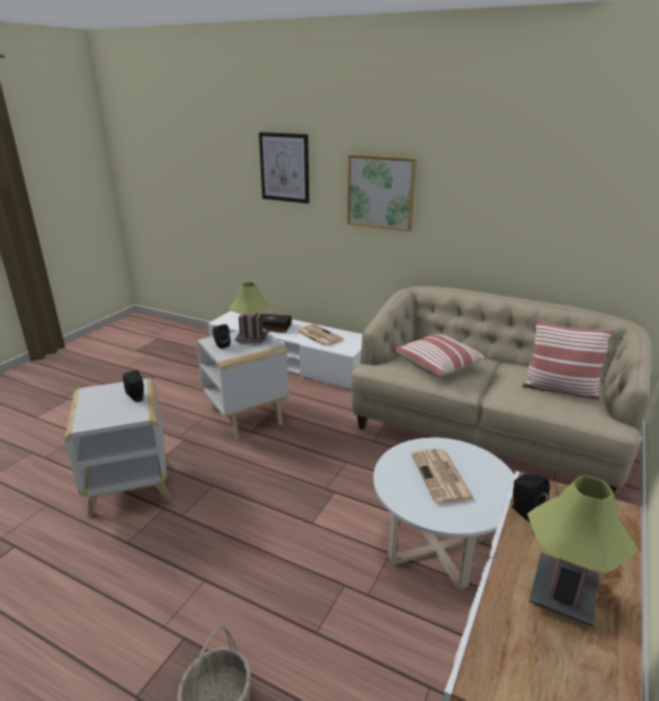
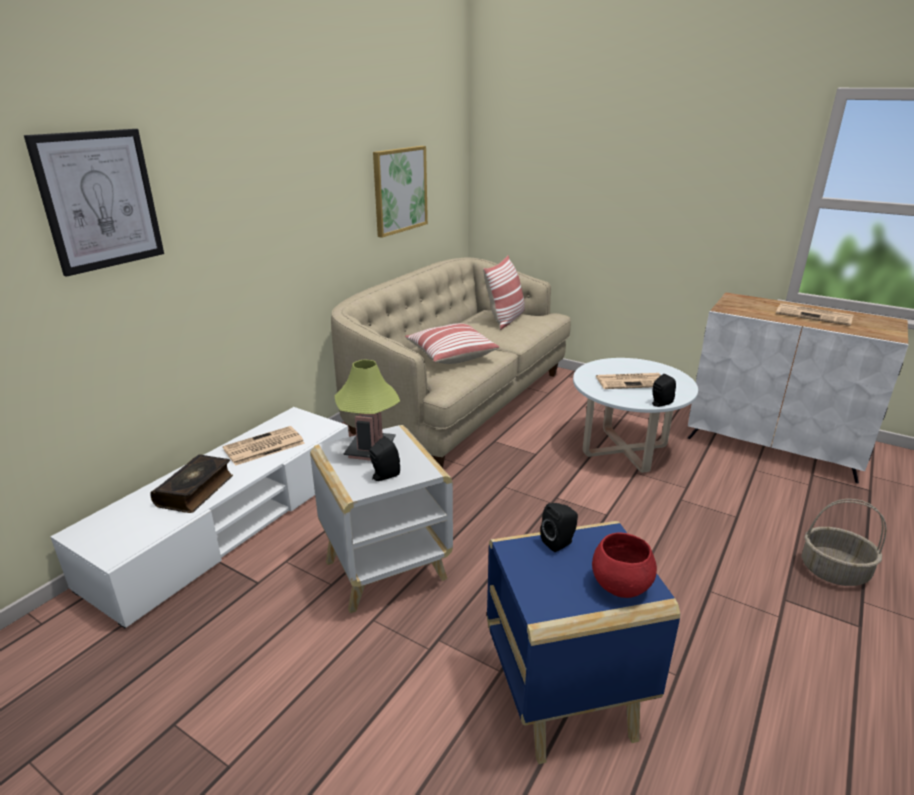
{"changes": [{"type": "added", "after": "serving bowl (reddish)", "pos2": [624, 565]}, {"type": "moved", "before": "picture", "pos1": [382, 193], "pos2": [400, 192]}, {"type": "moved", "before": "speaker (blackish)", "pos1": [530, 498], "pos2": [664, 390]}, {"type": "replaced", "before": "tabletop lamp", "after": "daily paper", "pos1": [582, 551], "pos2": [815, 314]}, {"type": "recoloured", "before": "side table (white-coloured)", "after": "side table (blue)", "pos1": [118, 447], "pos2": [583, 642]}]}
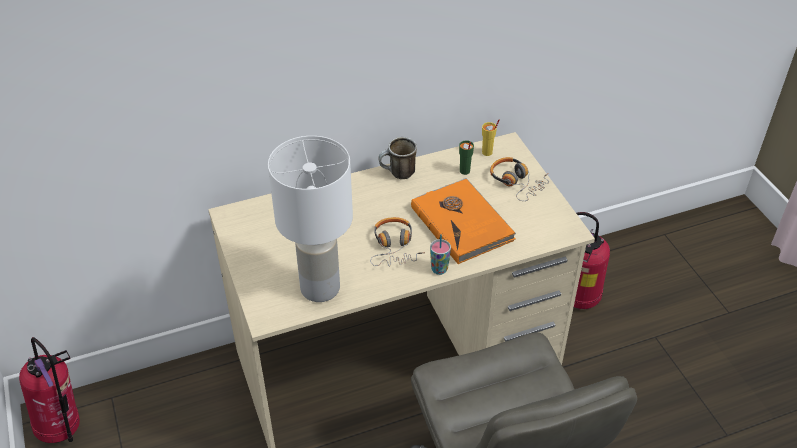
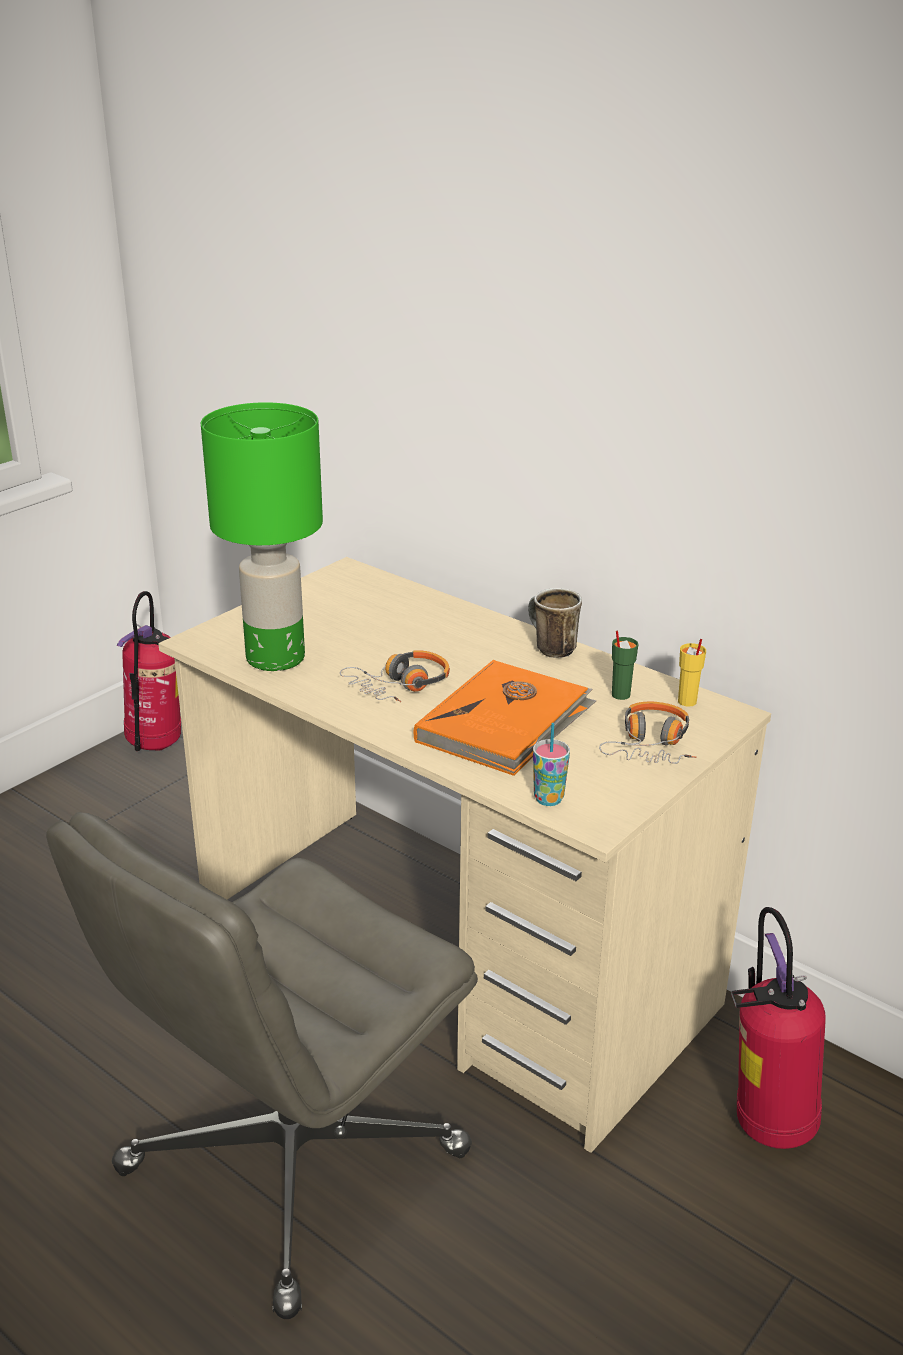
{"changes": [{"type": "moved", "before": "small cup", "pos1": [440, 254], "pos2": [551, 764]}, {"type": "recoloured", "before": "tabletop lamp (white-coloured)", "after": "tabletop lamp (green)", "pos1": [310, 219], "pos2": [262, 536]}]}
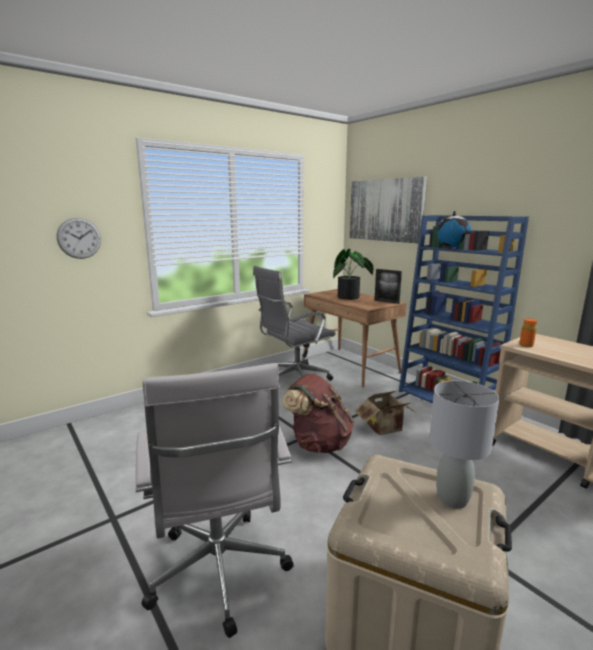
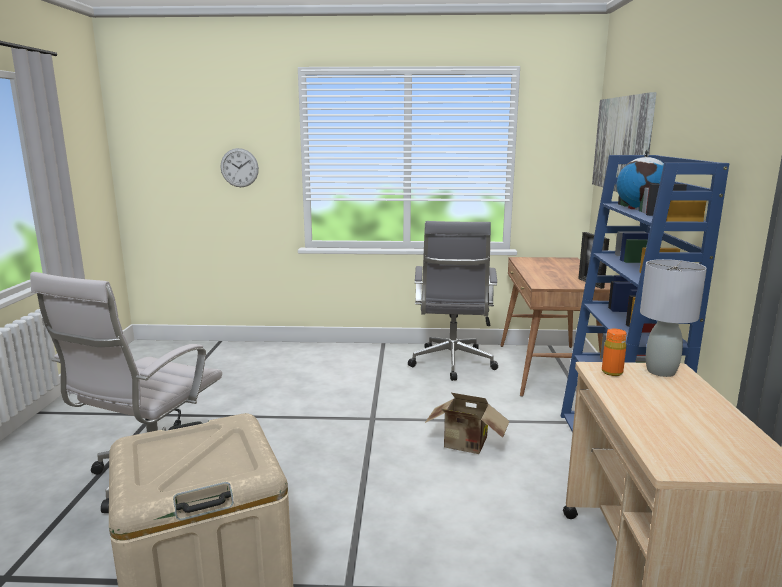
{"changes": [{"type": "removed", "before": "knapsack (brown-coloured)", "pos1": [318, 413]}, {"type": "removed", "before": "plant in a pot", "pos1": [353, 274]}, {"type": "moved", "before": "tabletop lamp (grey)", "pos1": [464, 445], "pos2": [673, 318]}, {"type": "turned", "before": "computer chair (grey)", "pos1": [294, 323], "pos2": [453, 301], "turn": -90}]}
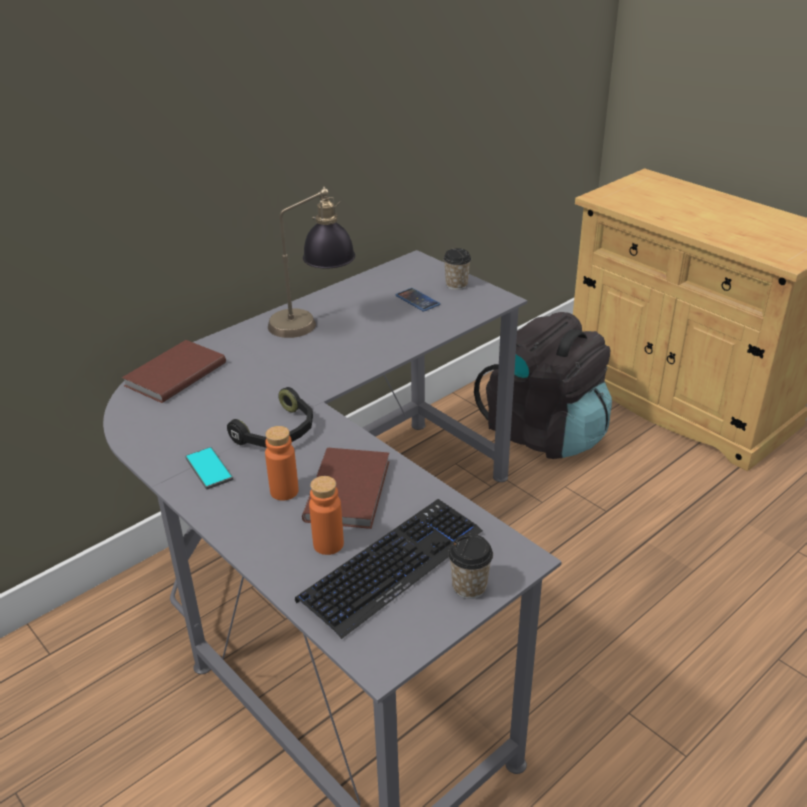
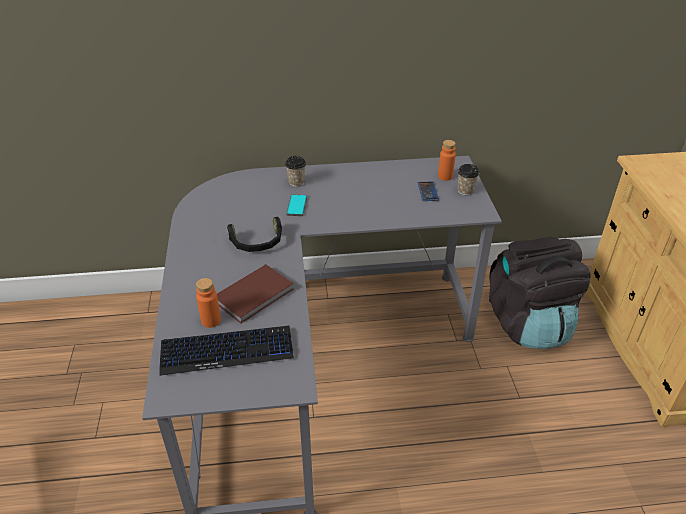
{"changes": [{"type": "removed", "before": "book (brown-coloured)", "pos1": [174, 371]}, {"type": "removed", "before": "tabletop lamp", "pos1": [311, 262]}, {"type": "moved", "before": "phone", "pos1": [209, 468], "pos2": [296, 205]}, {"type": "moved", "before": "bottle (orange-coloured)", "pos1": [282, 463], "pos2": [447, 160]}, {"type": "moved", "before": "small cup", "pos1": [470, 566], "pos2": [295, 171]}]}
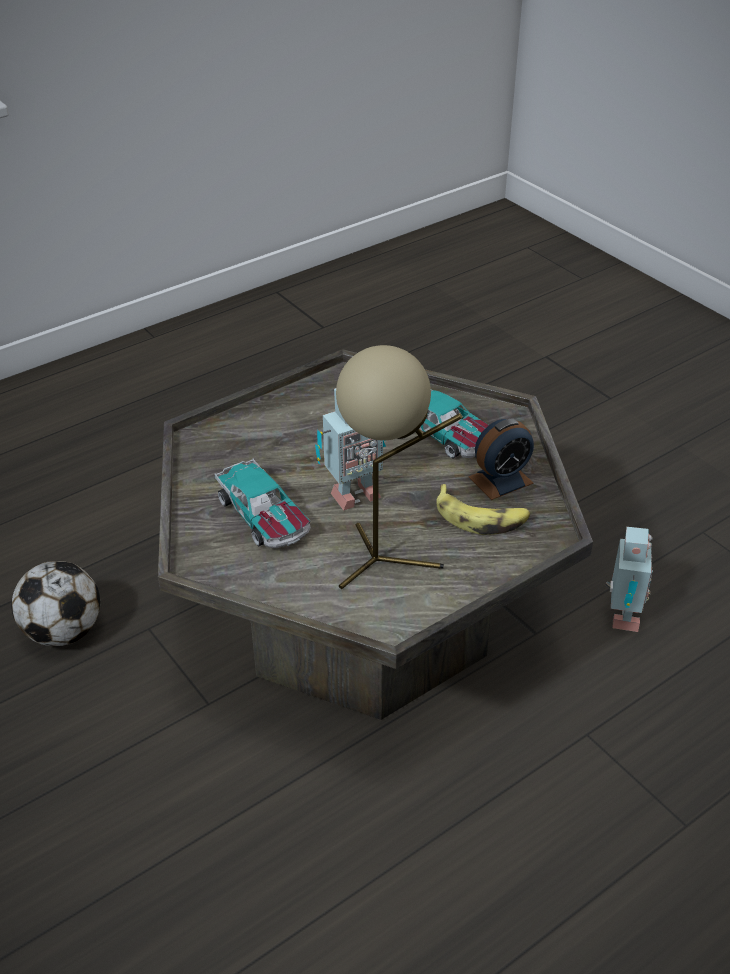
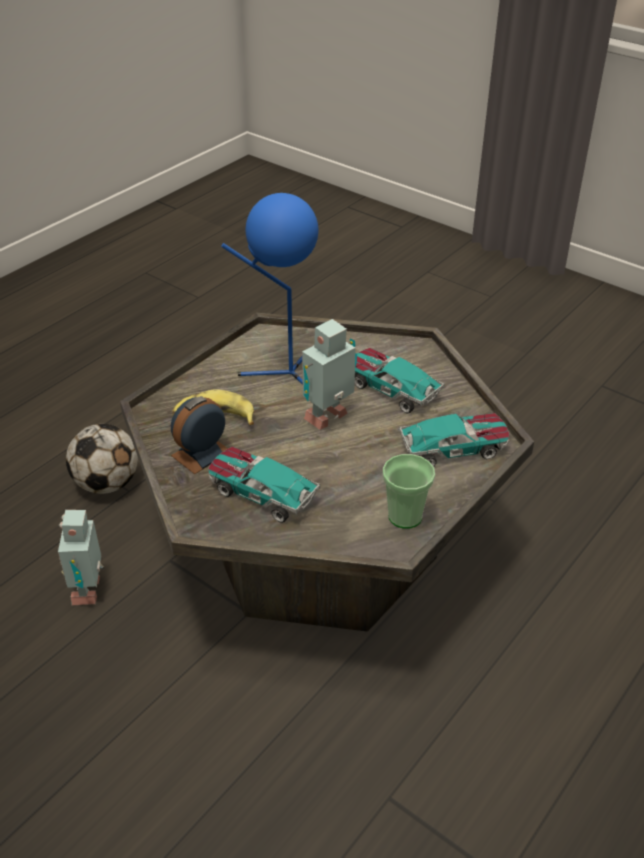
{"changes": [{"type": "added", "after": "small cup", "pos2": [409, 491]}, {"type": "added", "after": "miniature car", "pos2": [454, 440]}, {"type": "moved", "before": "football", "pos1": [55, 603], "pos2": [102, 459]}, {"type": "recoloured", "before": "tabletop lamp (beige-coloured)", "after": "tabletop lamp (blue)", "pos1": [399, 467], "pos2": [269, 289]}]}
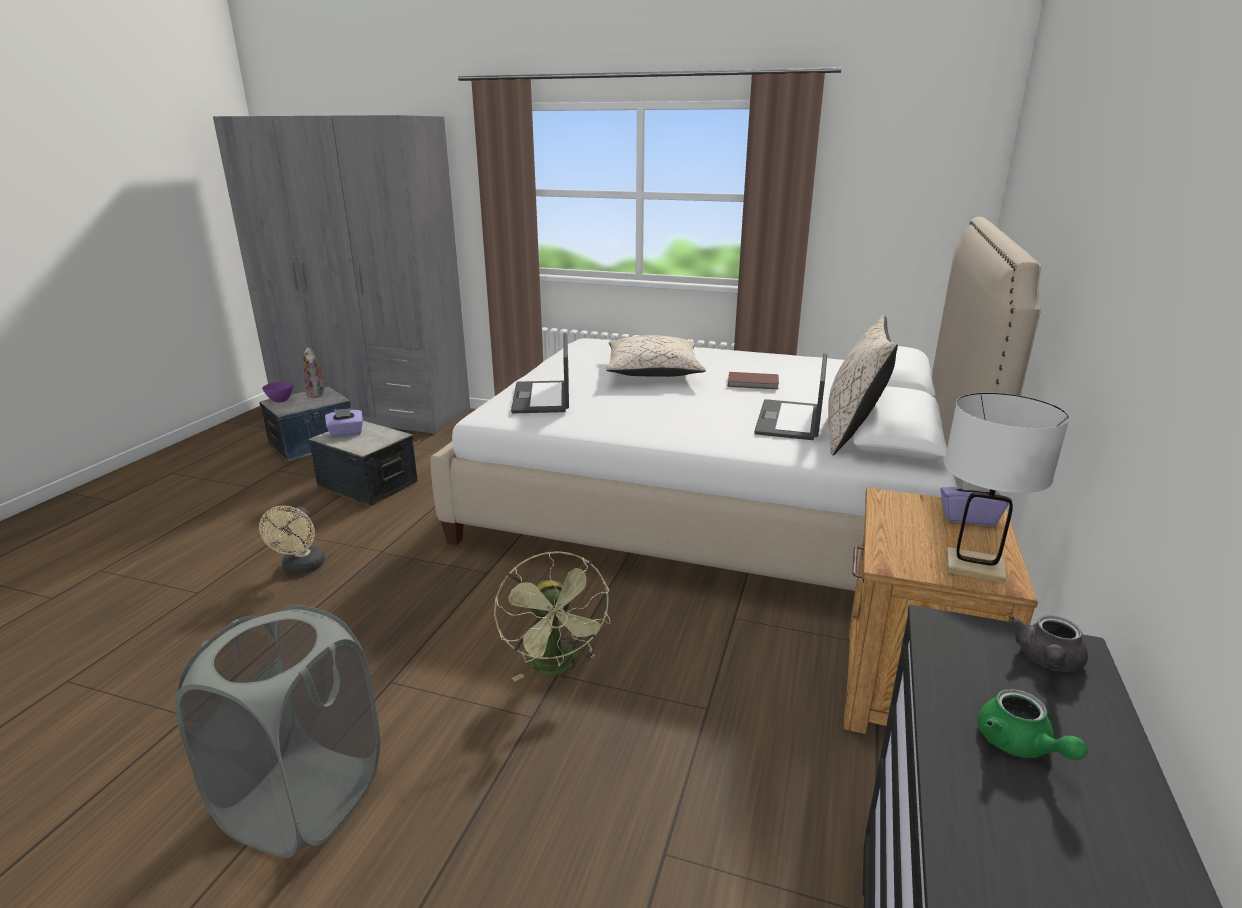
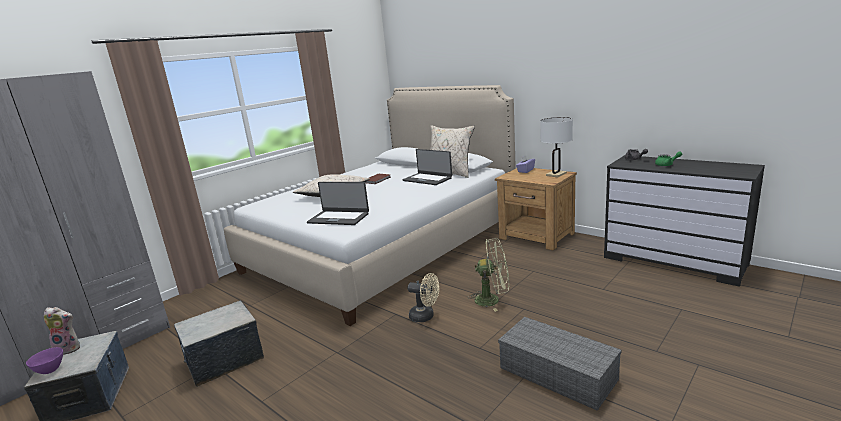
{"changes": [{"type": "removed", "before": "tissue box (purple)", "pos1": [344, 422]}, {"type": "moved", "before": "electric fan (beige-coloured)", "pos1": [292, 540], "pos2": [423, 297]}, {"type": "replaced", "before": "washing basket (grey)", "after": "storage box (grey)", "pos1": [277, 731], "pos2": [560, 364]}]}
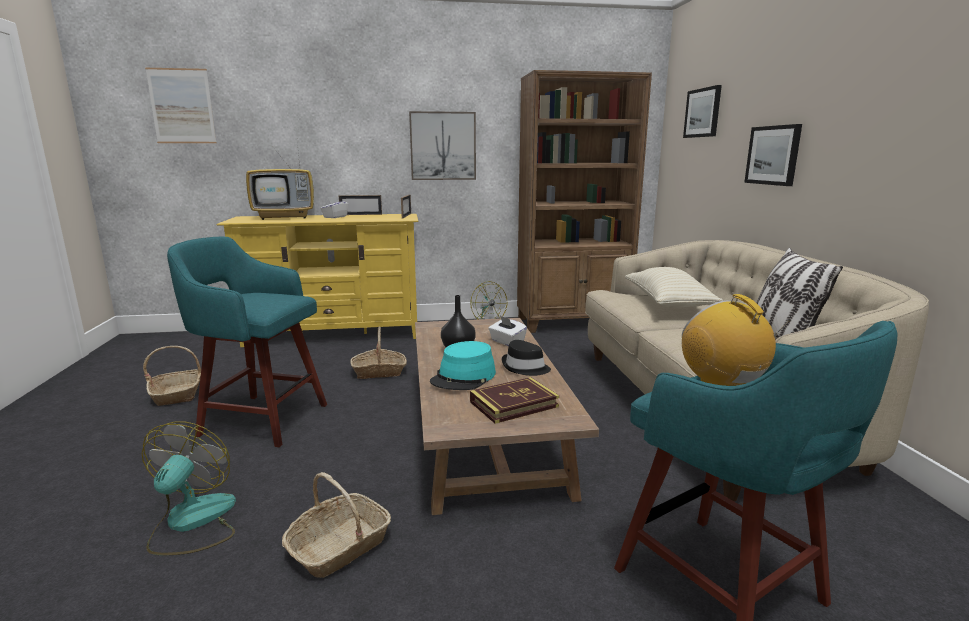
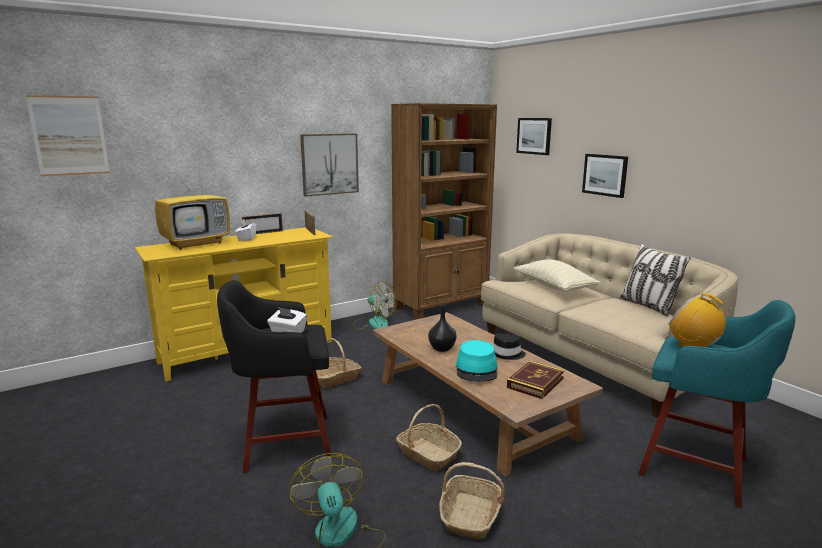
{"changes": [{"type": "moved", "before": "household basket", "pos1": [172, 376], "pos2": [429, 437]}, {"type": "moved", "before": "tissue box (white-coloured)", "pos1": [507, 331], "pos2": [287, 320]}, {"type": "recoloured", "before": "stool (turquoise)", "after": "stool (blackish)", "pos1": [247, 342], "pos2": [275, 376]}]}
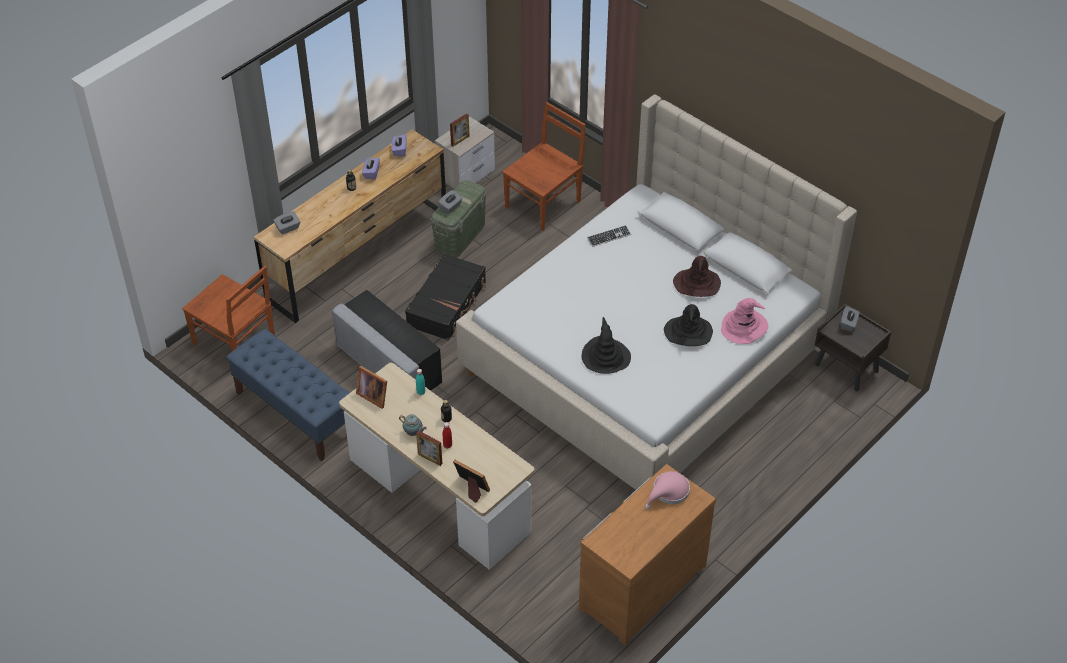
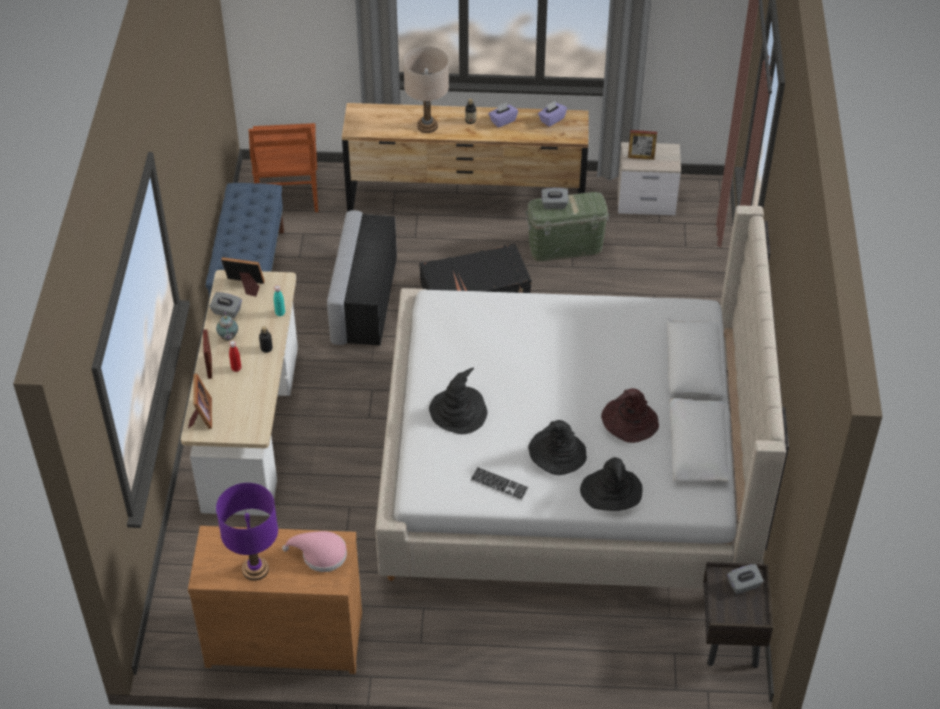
{"changes": [{"type": "removed", "before": "chair (brown-coloured)", "pos1": [544, 166]}, {"type": "added", "after": "tabletop lamp (purple)", "pos2": [247, 532]}, {"type": "added", "after": "tabletop lamp (beige-coloured)", "pos2": [426, 89]}, {"type": "moved", "before": "tissue box (grey)", "pos1": [286, 222], "pos2": [225, 305]}, {"type": "moved", "before": "PC keyboard", "pos1": [609, 236], "pos2": [499, 484]}, {"type": "recoloured", "before": "hat (pink)", "after": "hat (blackish)", "pos1": [744, 321], "pos2": [611, 484]}, {"type": "turned", "before": "standing frame", "pos1": [371, 387], "pos2": [243, 277], "turn": 105}]}
